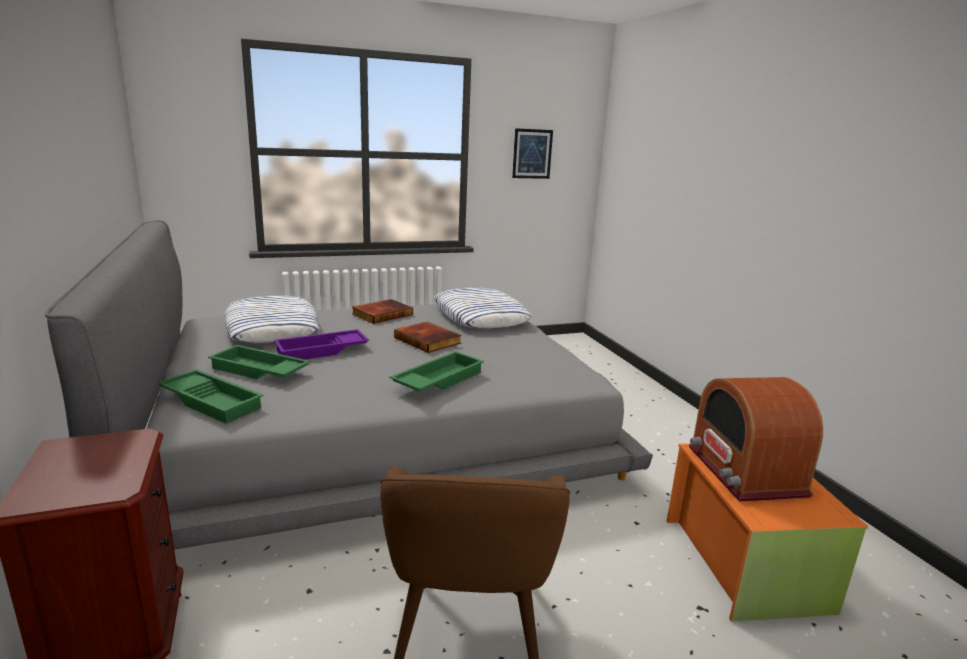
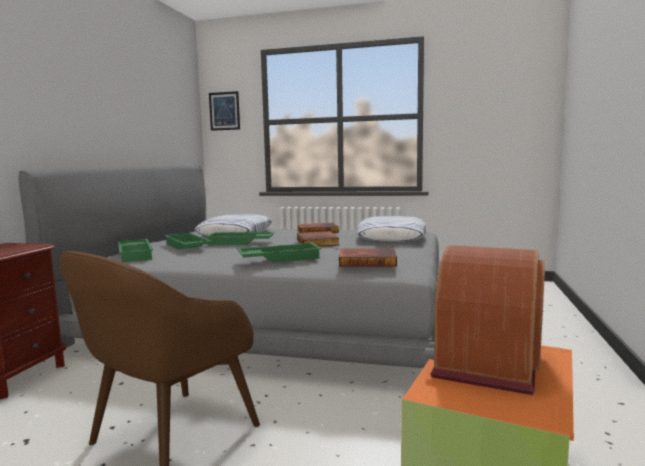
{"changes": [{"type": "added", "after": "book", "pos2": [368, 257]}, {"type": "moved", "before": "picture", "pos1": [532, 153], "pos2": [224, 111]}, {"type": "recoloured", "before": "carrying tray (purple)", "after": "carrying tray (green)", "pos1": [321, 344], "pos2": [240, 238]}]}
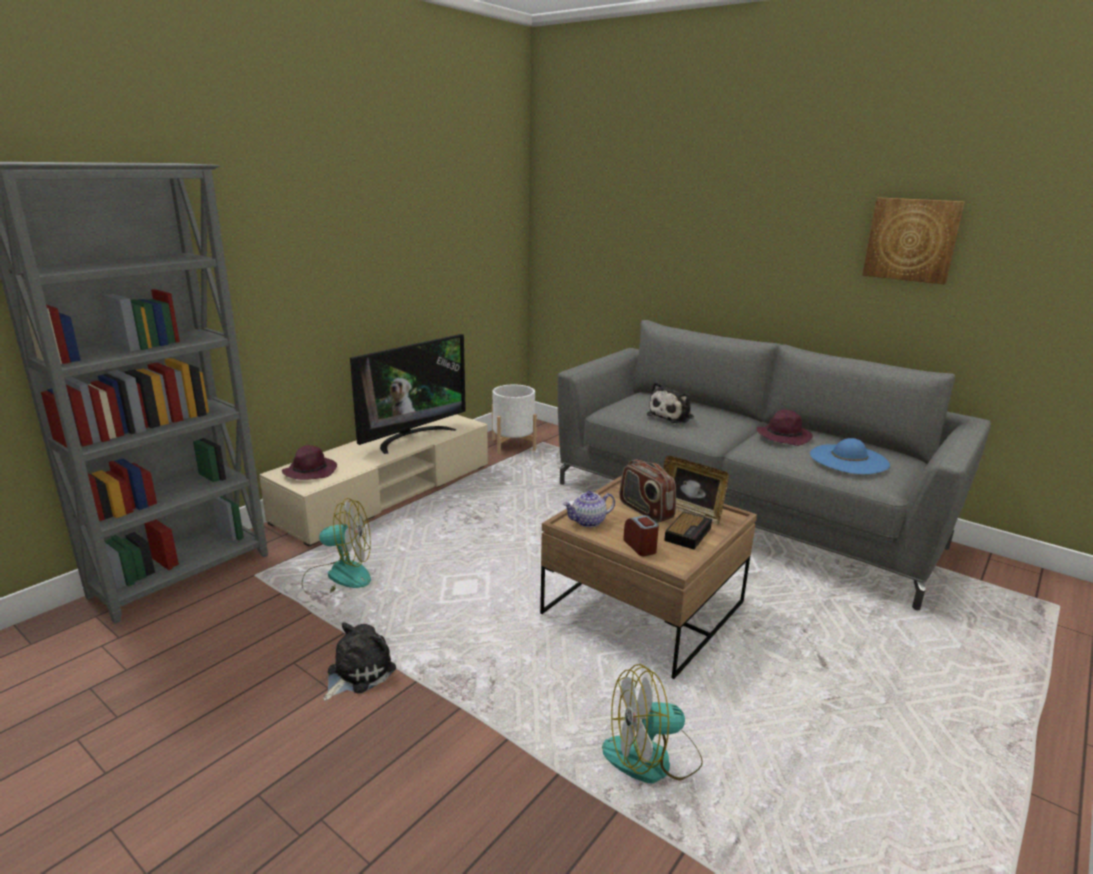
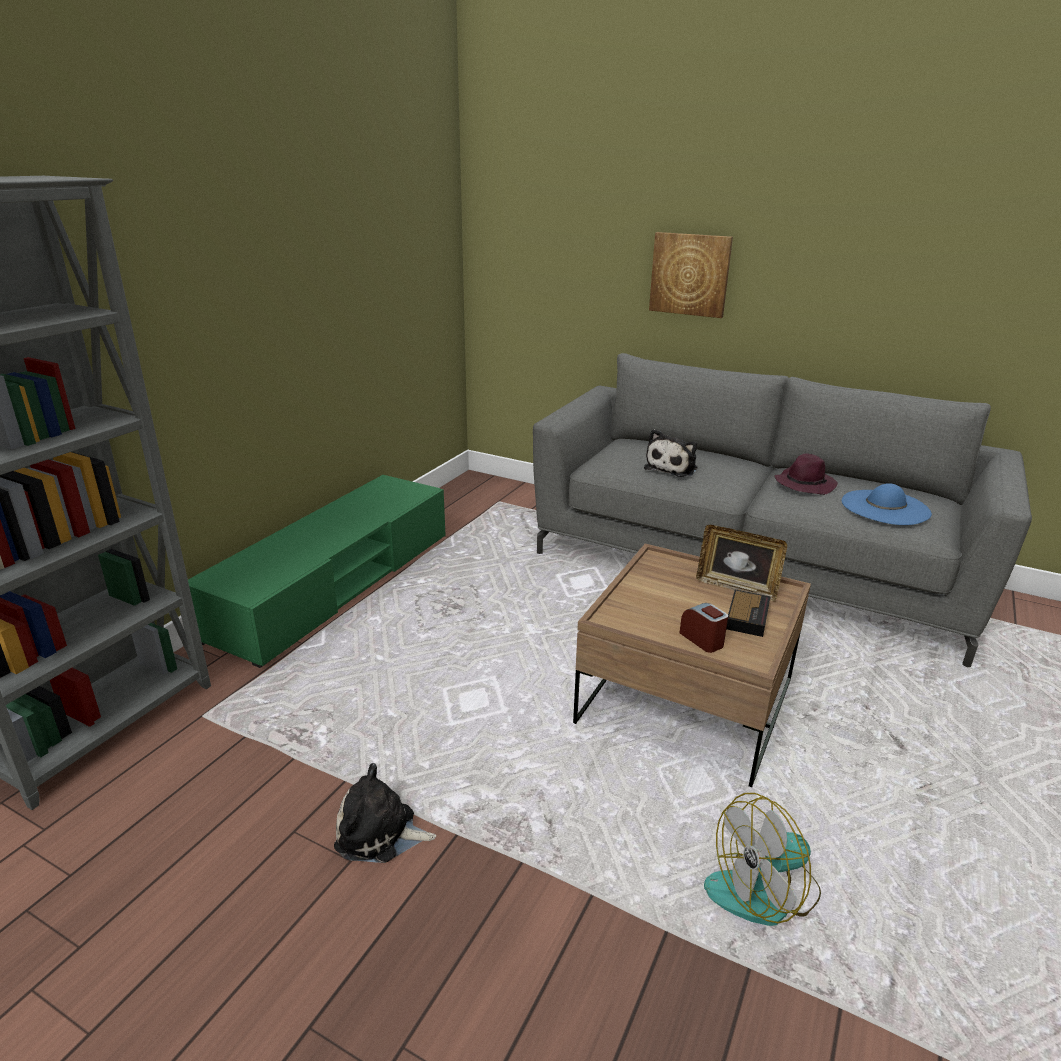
{"changes": [{"type": "removed", "before": "hat (purple)", "pos1": [309, 462]}, {"type": "removed", "before": "electric fan", "pos1": [336, 547]}, {"type": "removed", "before": "TV set", "pos1": [408, 394]}, {"type": "removed", "before": "plant pot (white-coloured)", "pos1": [514, 419]}, {"type": "removed", "before": "teapot", "pos1": [589, 509]}, {"type": "removed", "before": "radio set", "pos1": [647, 491]}, {"type": "moved", "before": "picture", "pos1": [913, 240], "pos2": [691, 275]}, {"type": "recoloured", "before": "tv unit (beige-coloured)", "after": "tv unit (green)", "pos1": [373, 480], "pos2": [316, 571]}, {"type": "turned", "before": "plush toy", "pos1": [359, 661], "pos2": [385, 813], "turn": -105}]}
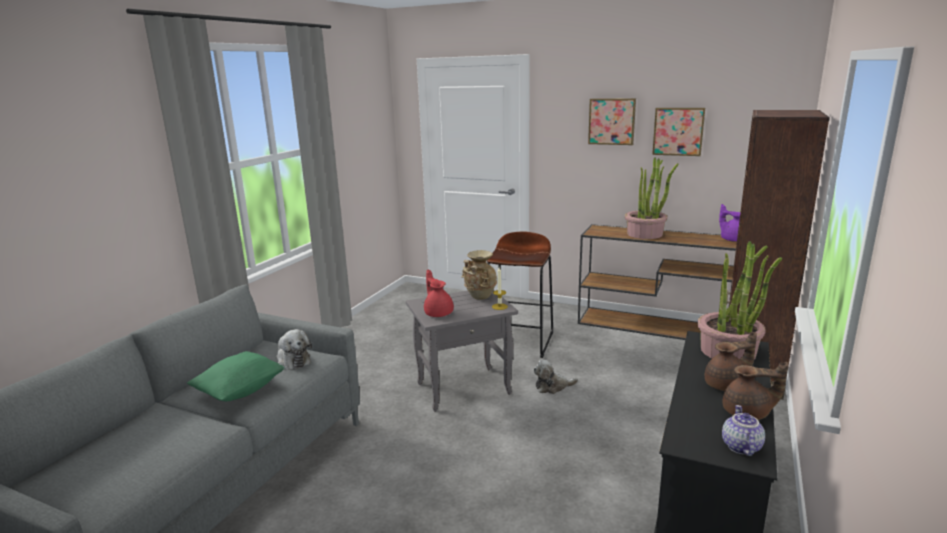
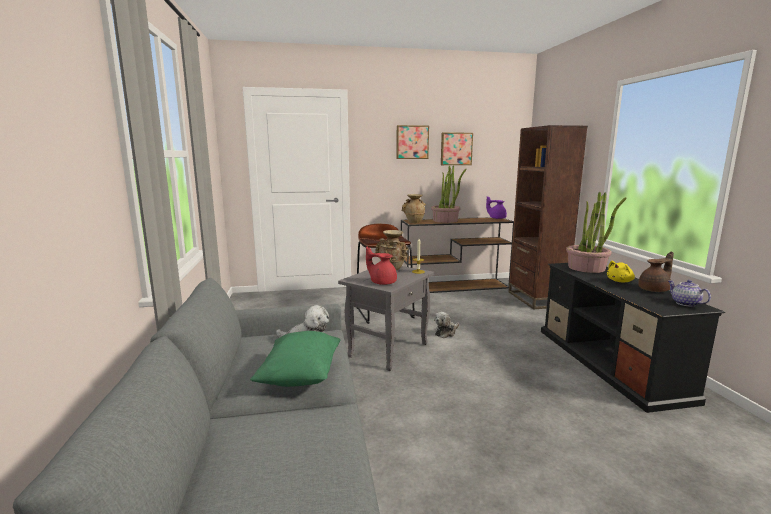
{"changes": [{"type": "added", "after": "flower vase (beige-coloured)", "pos2": [414, 208]}, {"type": "replaced", "before": "teapot (brown-coloured)", "after": "plush toy (yellow-coloured)", "pos1": [731, 361], "pos2": [621, 271]}]}
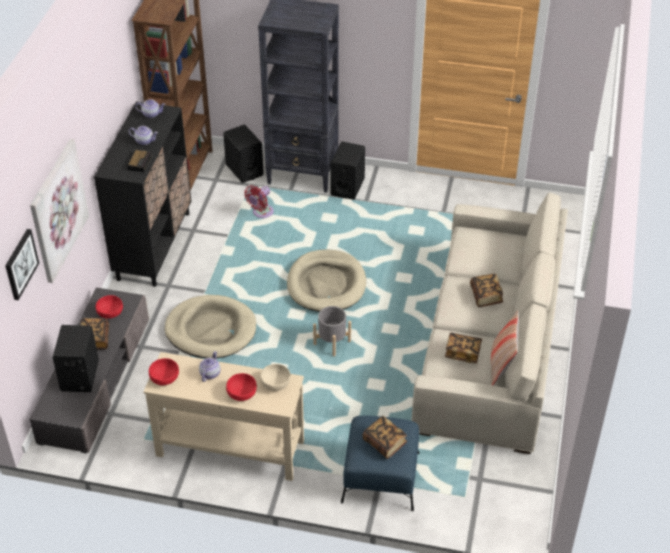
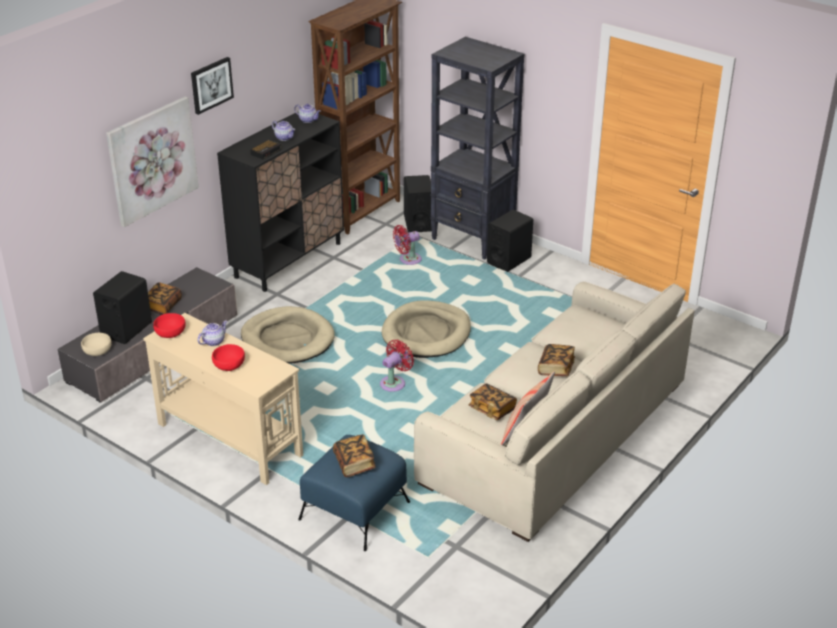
{"changes": [{"type": "removed", "before": "serving bowl (reddish)", "pos1": [109, 307]}, {"type": "moved", "before": "picture", "pos1": [22, 264], "pos2": [212, 86]}, {"type": "moved", "before": "serving bowl (beige-coloured)", "pos1": [275, 377], "pos2": [96, 344]}, {"type": "replaced", "before": "plant pot (grey)", "after": "electric fan (reddish)", "pos1": [332, 331], "pos2": [397, 366]}]}
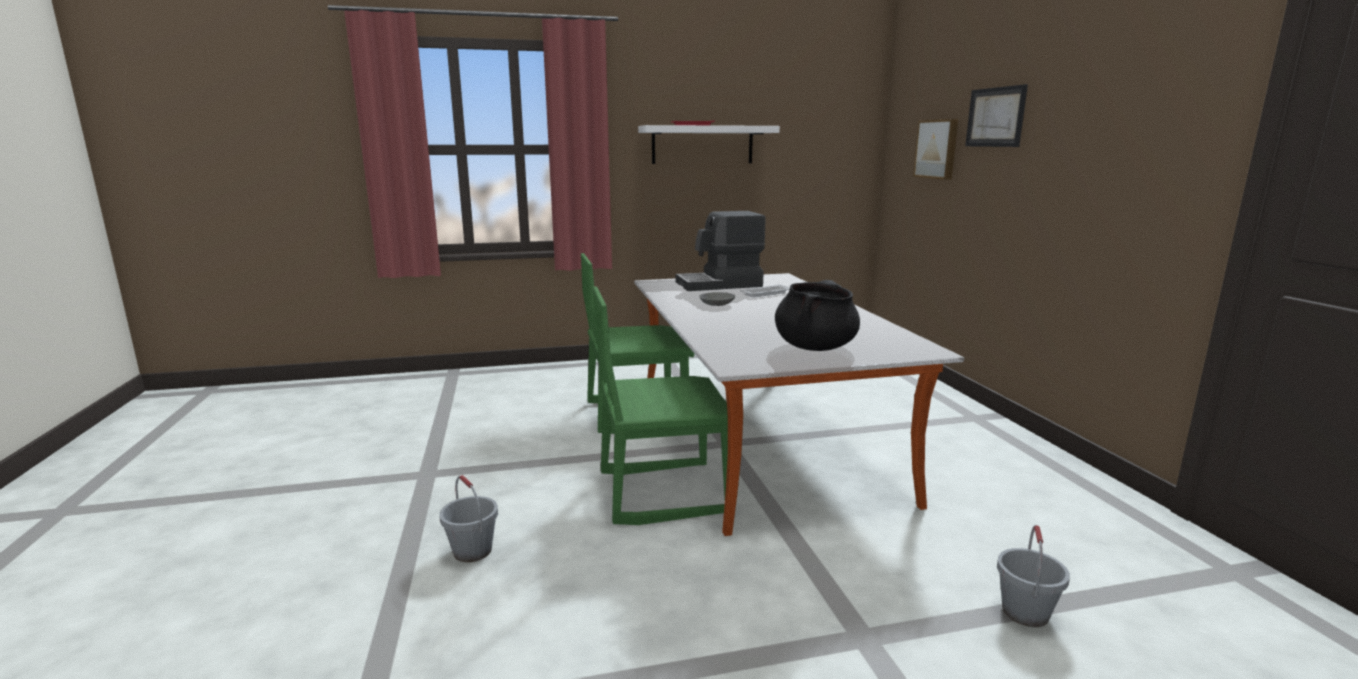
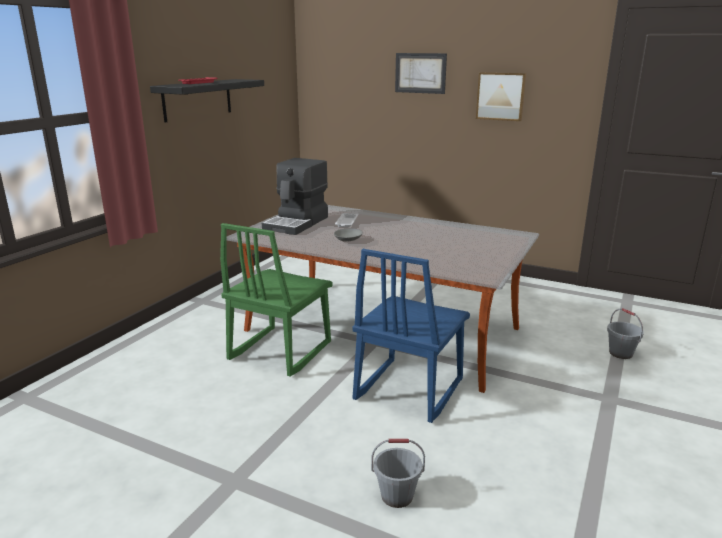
{"changes": [{"type": "removed", "before": "stockpot (blackish)", "pos1": [817, 315]}, {"type": "moved", "before": "picture", "pos1": [935, 149], "pos2": [501, 96]}, {"type": "recoloured", "before": "chair (green)", "after": "chair (blue)", "pos1": [660, 405], "pos2": [411, 336]}, {"type": "recoloured", "before": "wall shelf (white-coloured)", "after": "wall shelf (blackish)", "pos1": [709, 144], "pos2": [207, 100]}]}
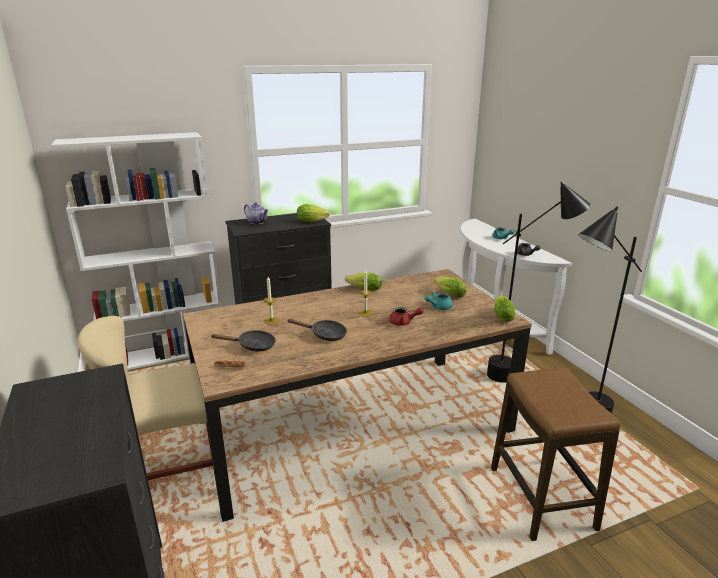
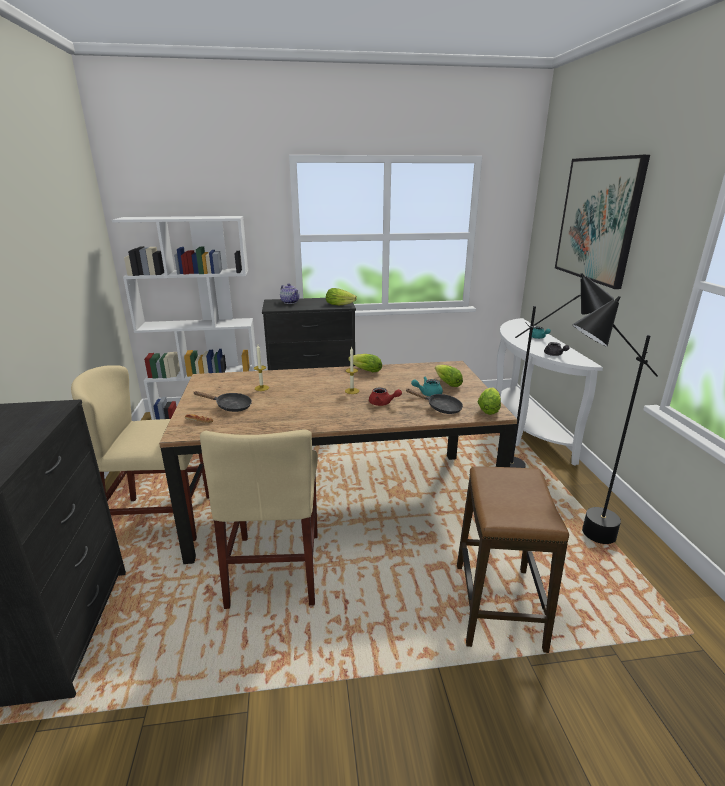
{"changes": [{"type": "added", "after": "chair (beige-coloured)", "pos2": [259, 519]}, {"type": "added", "after": "picture", "pos2": [602, 222]}, {"type": "moved", "before": "frying pan (blackish)", "pos1": [317, 330], "pos2": [434, 401]}]}
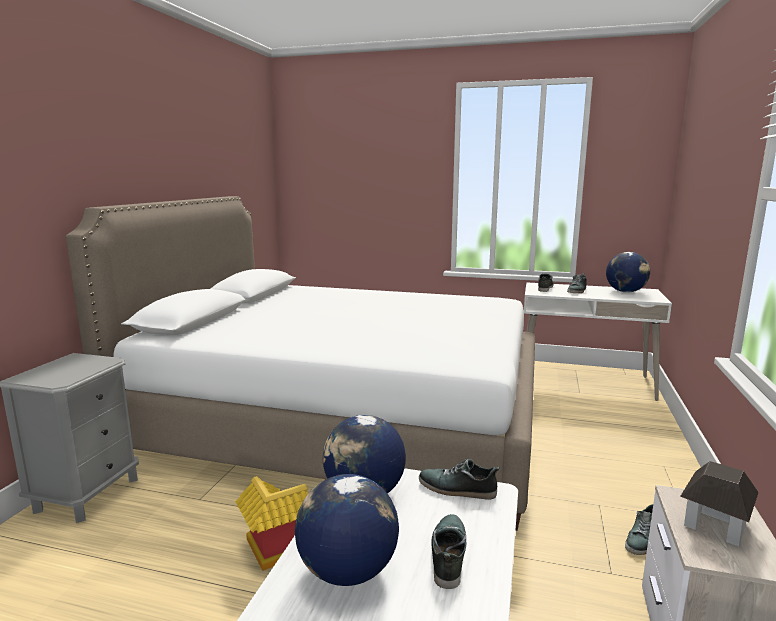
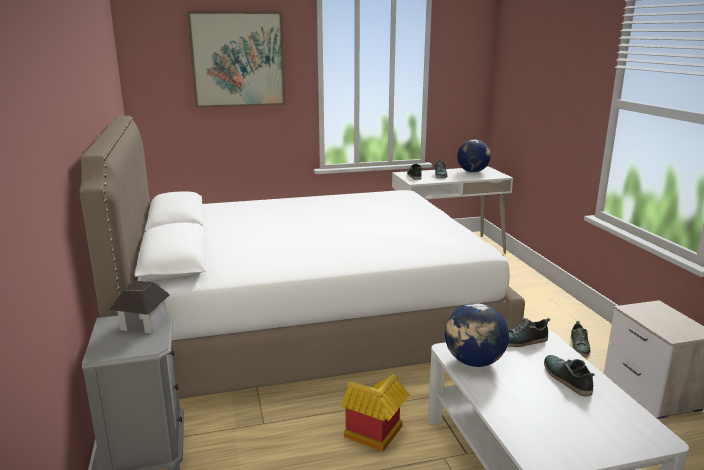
{"changes": [{"type": "removed", "before": "desk globe", "pos1": [347, 530]}, {"type": "added", "after": "picture", "pos2": [236, 59]}, {"type": "moved", "before": "toy house", "pos1": [719, 503], "pos2": [140, 307]}]}
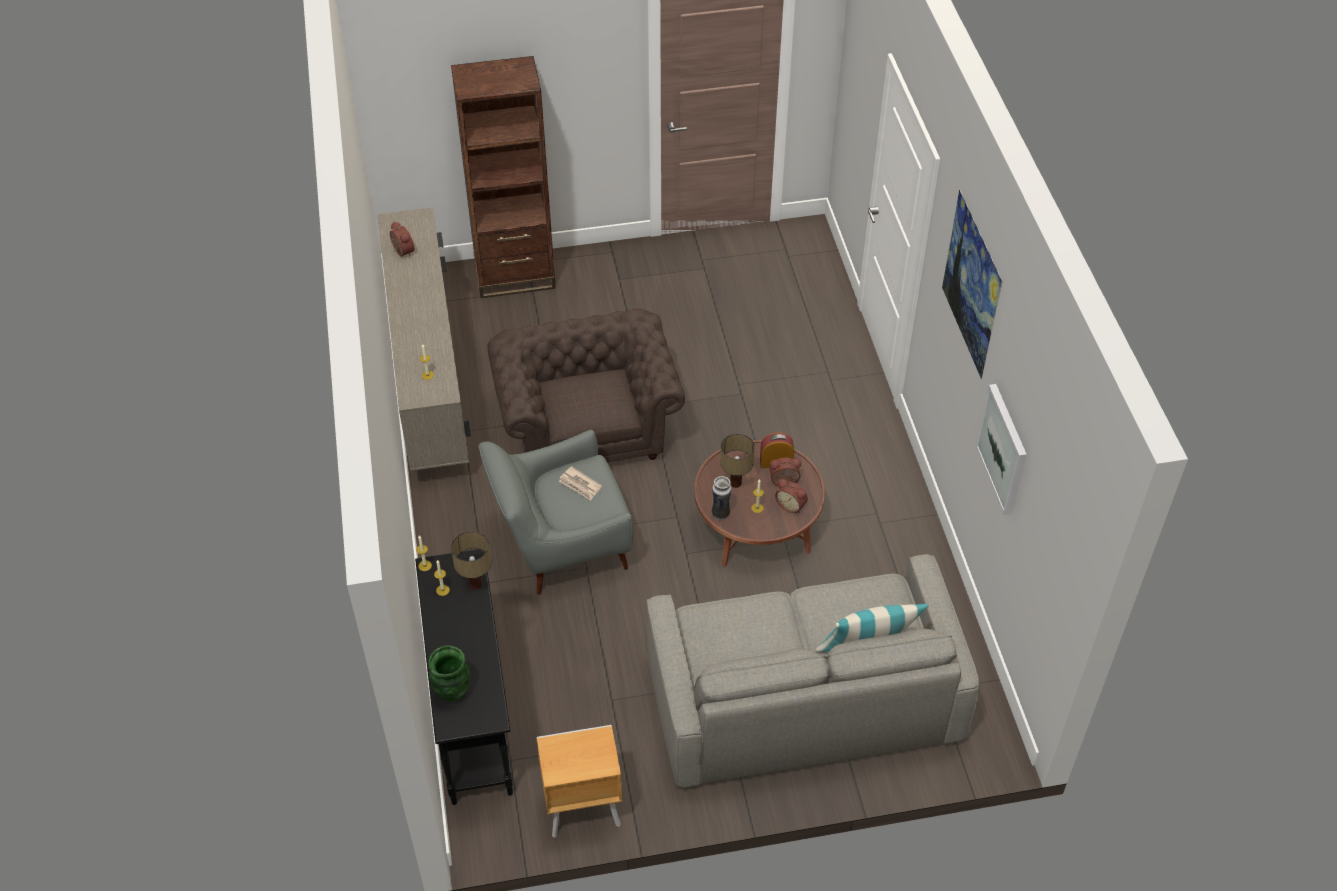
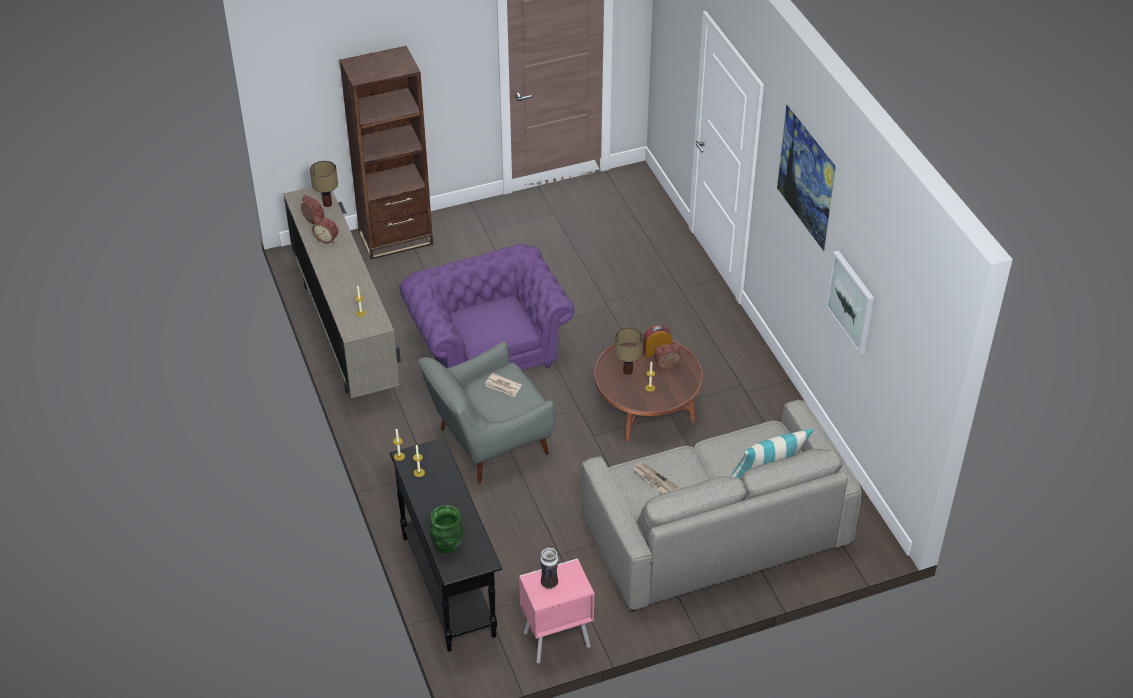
{"changes": [{"type": "added", "after": "daily paper", "pos2": [656, 478]}, {"type": "moved", "before": "tabletop lamp", "pos1": [471, 560], "pos2": [324, 184]}, {"type": "moved", "before": "flower vase", "pos1": [721, 498], "pos2": [549, 568]}, {"type": "moved", "before": "table clock", "pos1": [791, 496], "pos2": [325, 229]}, {"type": "recoloured", "before": "easy chair (brown-coloured)", "after": "easy chair (purple)", "pos1": [586, 385], "pos2": [487, 307]}, {"type": "recoloured", "before": "nightstand (brown-coloured)", "after": "nightstand (pink)", "pos1": [579, 781], "pos2": [556, 611]}]}
